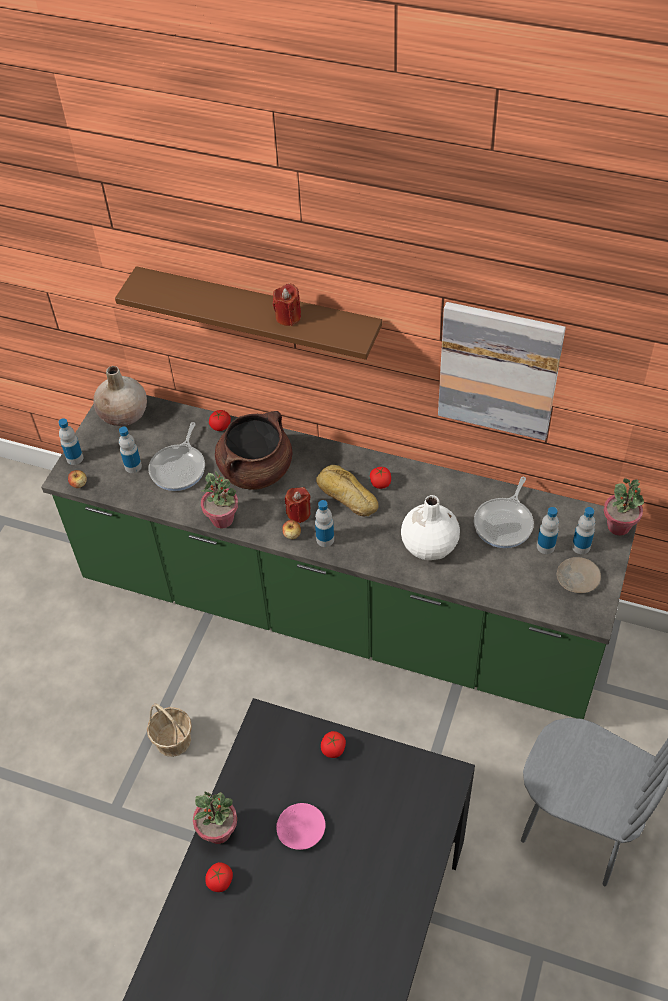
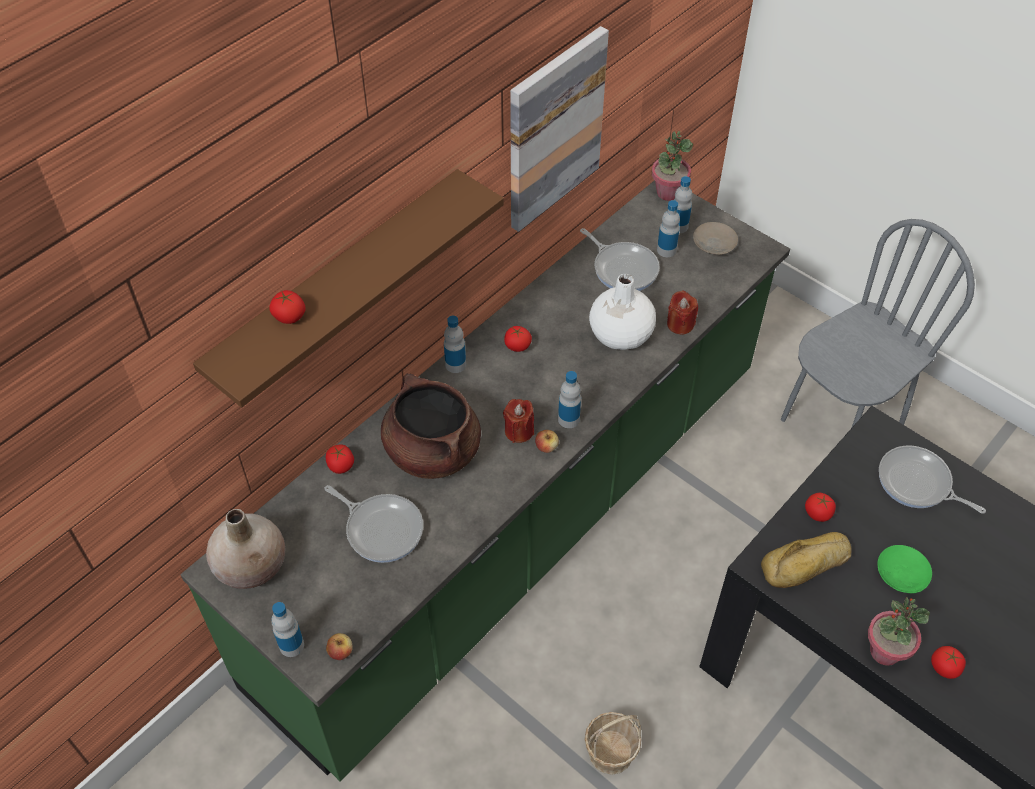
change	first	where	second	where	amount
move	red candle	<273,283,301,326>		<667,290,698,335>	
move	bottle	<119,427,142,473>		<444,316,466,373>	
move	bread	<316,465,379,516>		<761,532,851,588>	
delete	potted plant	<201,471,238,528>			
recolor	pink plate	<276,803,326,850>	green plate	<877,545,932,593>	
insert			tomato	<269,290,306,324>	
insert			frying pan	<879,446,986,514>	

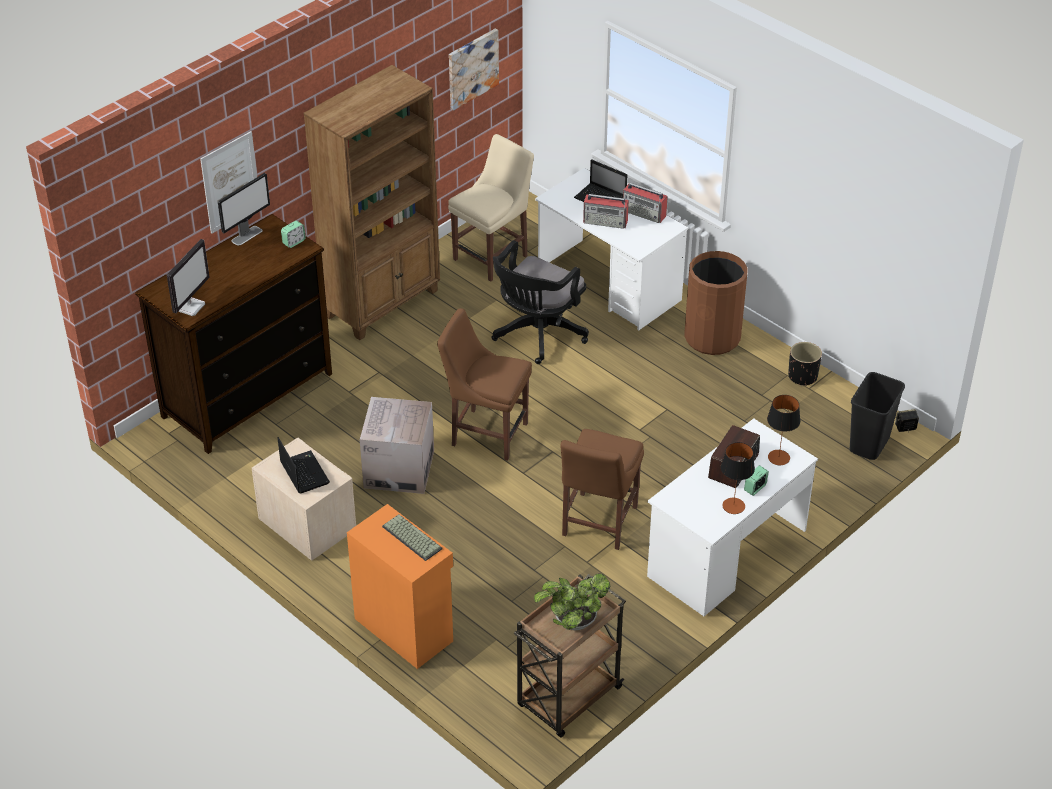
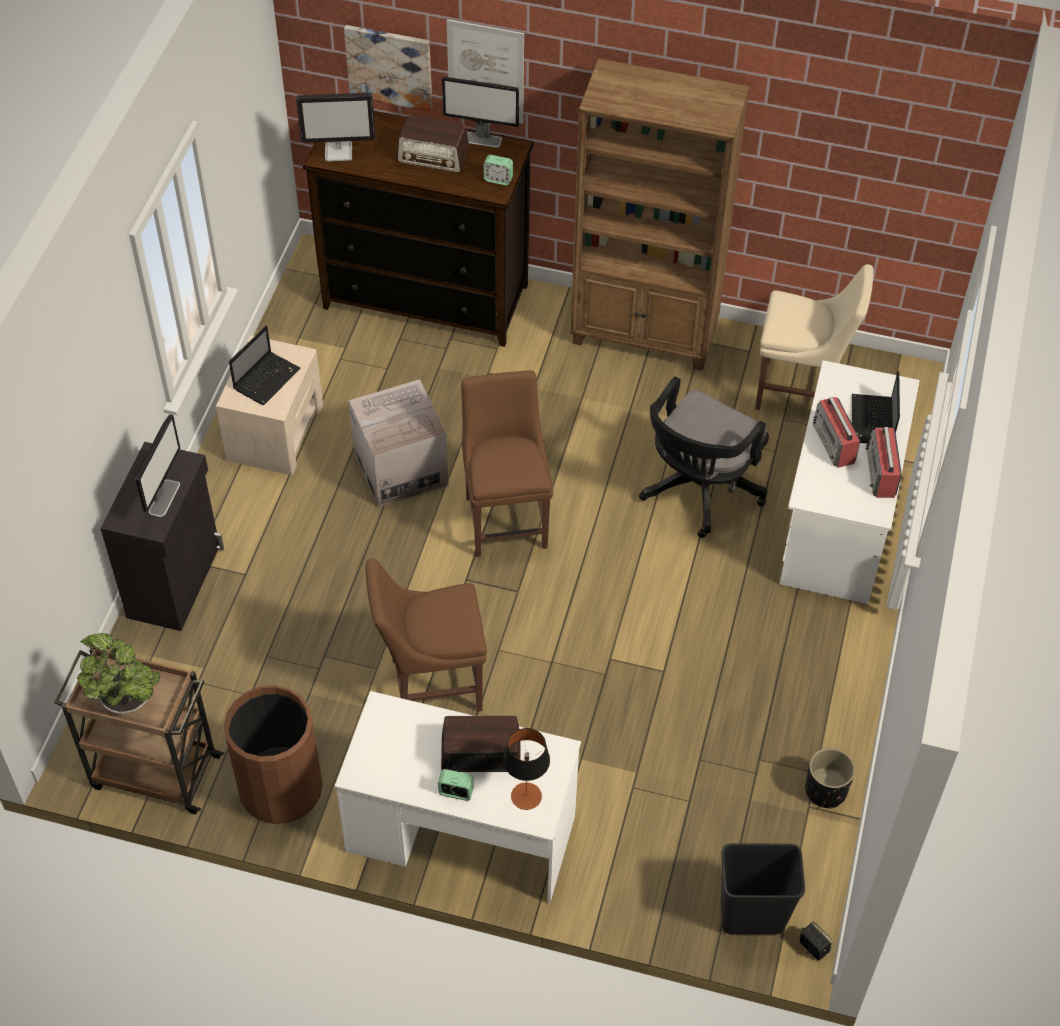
change	first	where	second	where	amount
move	picture	<449,28,499,111>		<344,25,432,112>	
rotate	black office chair	<492,240,589,364>		<639,376,769,538>	60 degrees counterclockwise
move	brown trash can	<684,251,747,355>		<224,686,323,824>	
delete	table lamp	<721,442,755,514>			
recolor	orange cabinet	<347,504,453,669>	black cabinet	<100,442,224,631>	
replace	keyboard	<382,514,442,561>	monitor	<135,414,180,517>	
insert			radio	<397,115,469,173>	

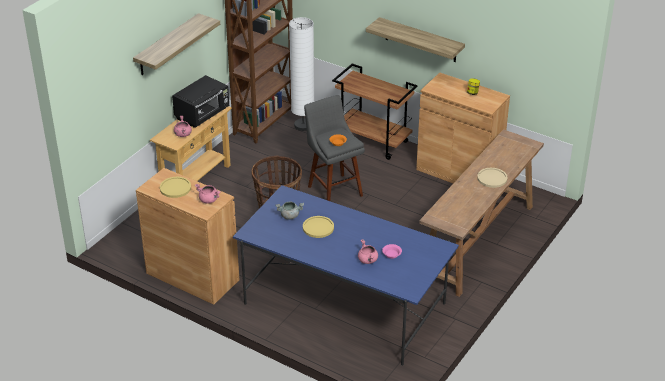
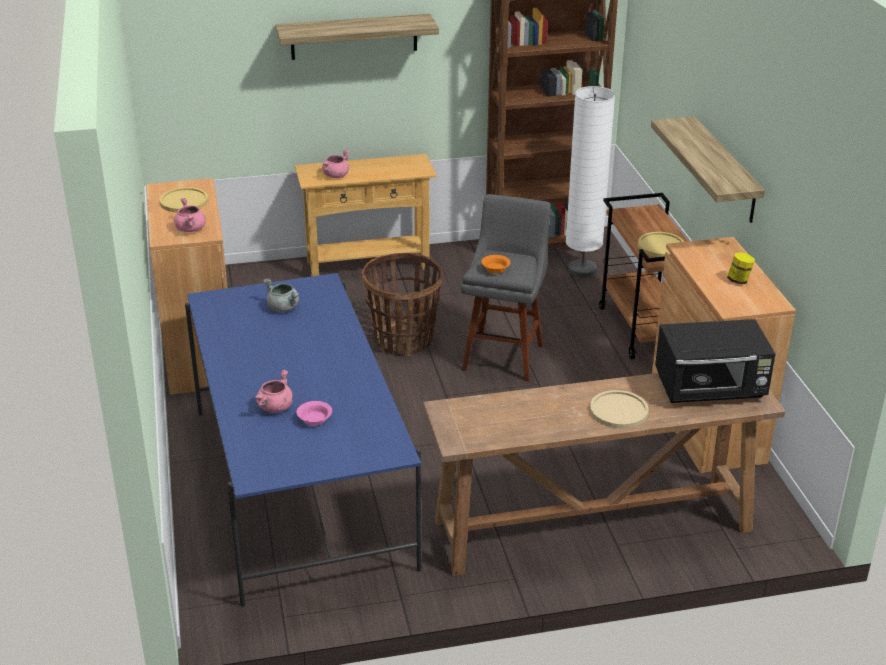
change	first	where	second	where	amount
move	black microwave	<172,75,229,128>		<655,319,775,403>	
move	yellow plate	<303,216,334,238>		<638,232,684,257>	

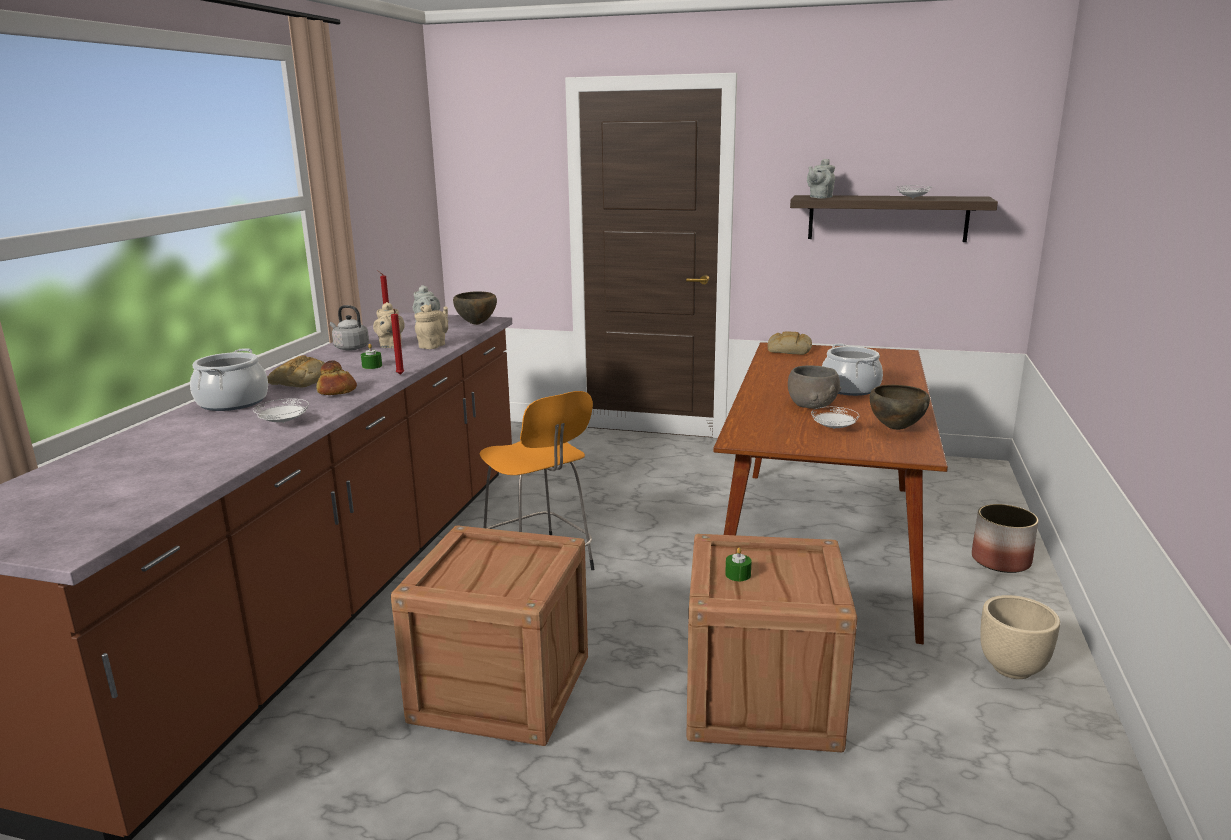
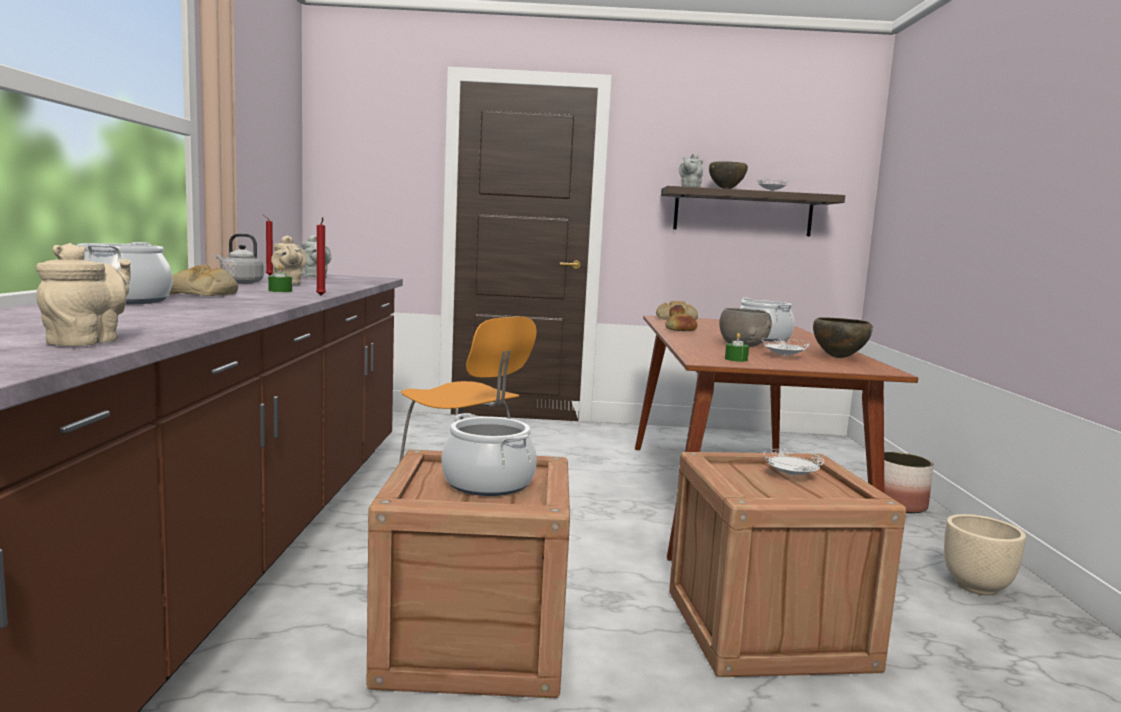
change	first	where	second	where	amount
move	brown bowl	<453,291,497,325>		<709,161,748,189>	
move	beige teapot	<414,304,448,349>		<36,243,131,346>	
move	bread	<316,360,357,395>		<665,305,698,331>	
move	white plate	<253,399,309,423>		<763,449,824,476>	
move	green candle	<725,548,752,581>		<725,333,749,362>	
insert			cooking pot	<441,413,537,496>	

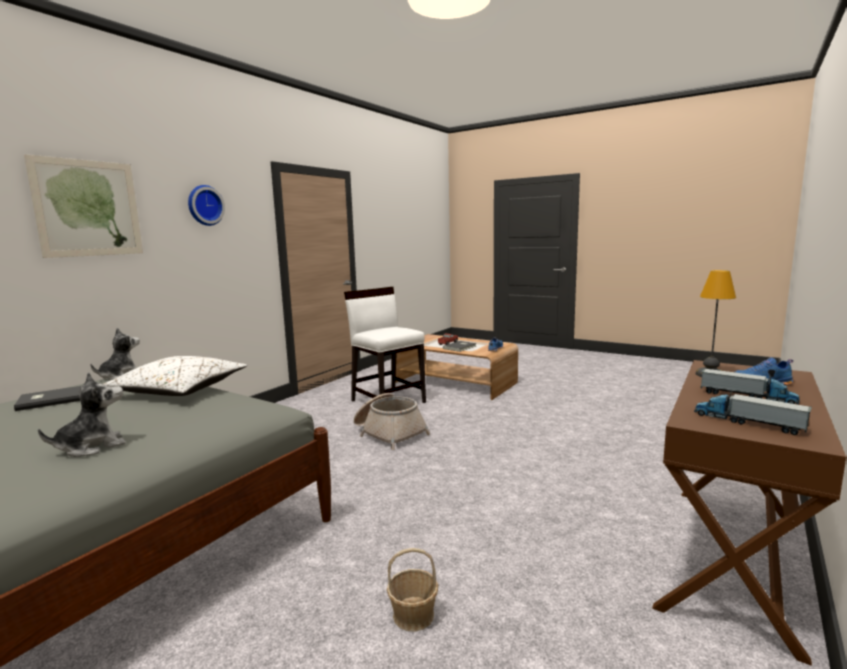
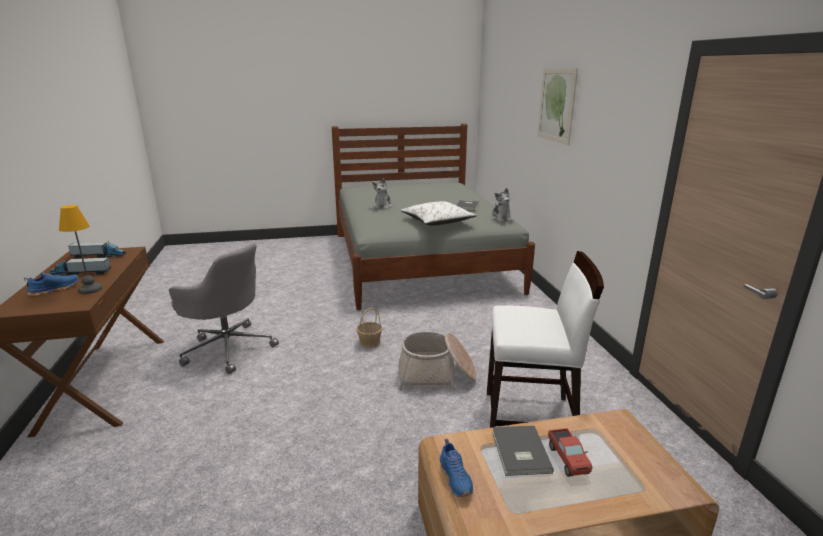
change	first	where	second	where	amount
delete	wall clock	<188,185,225,226>			
move	basket	<387,548,438,632>		<356,308,383,348>	
insert			grey office chair	<169,243,279,374>	

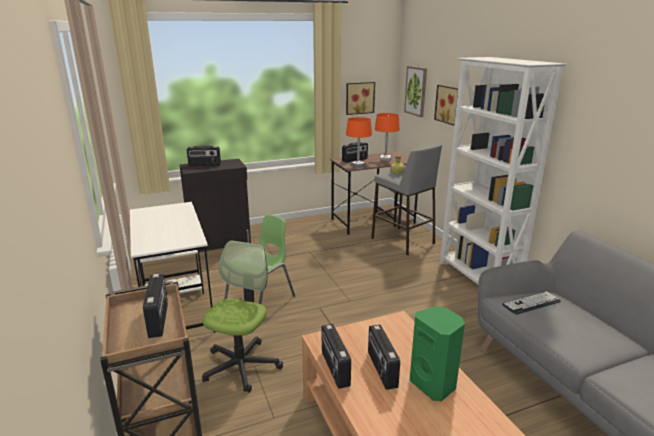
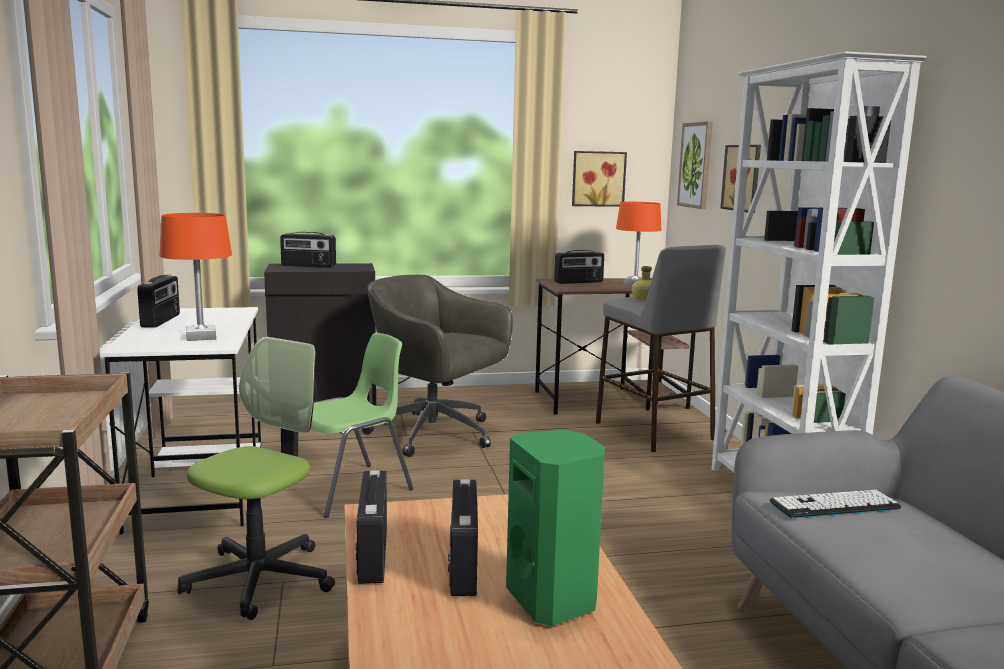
change	first	where	second	where	amount
move	orange table lamp	<346,117,372,168>		<159,213,232,341>	
move	radio	<143,273,168,338>		<137,275,180,328>	
insert			grey office chair	<362,275,513,457>	

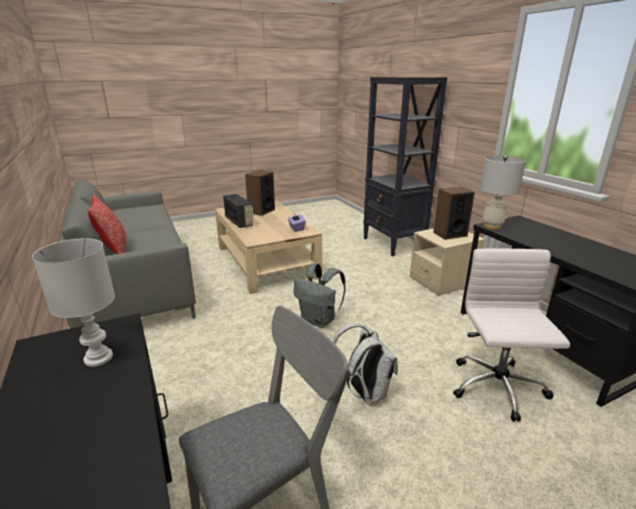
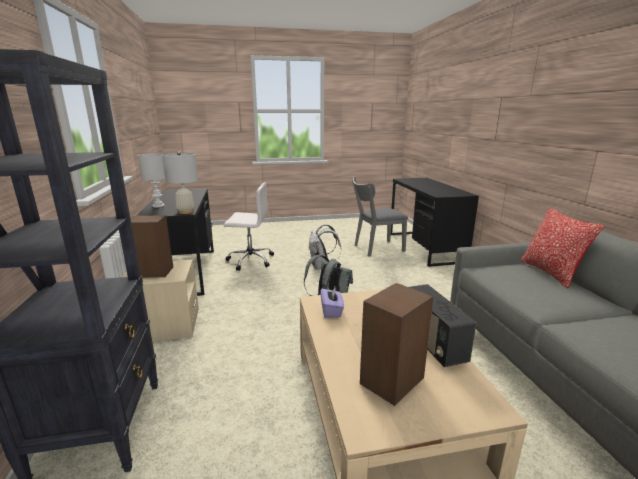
change	first	where	second	where	amount
move	white table lamp	<32,238,115,367>		<138,153,165,207>	
rotate	white office chair	<453,249,570,422>		<224,182,274,271>	105 degrees counterclockwise

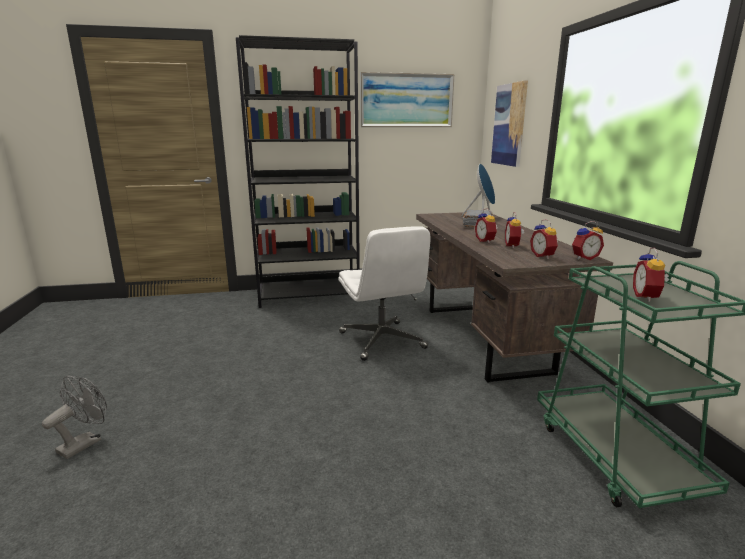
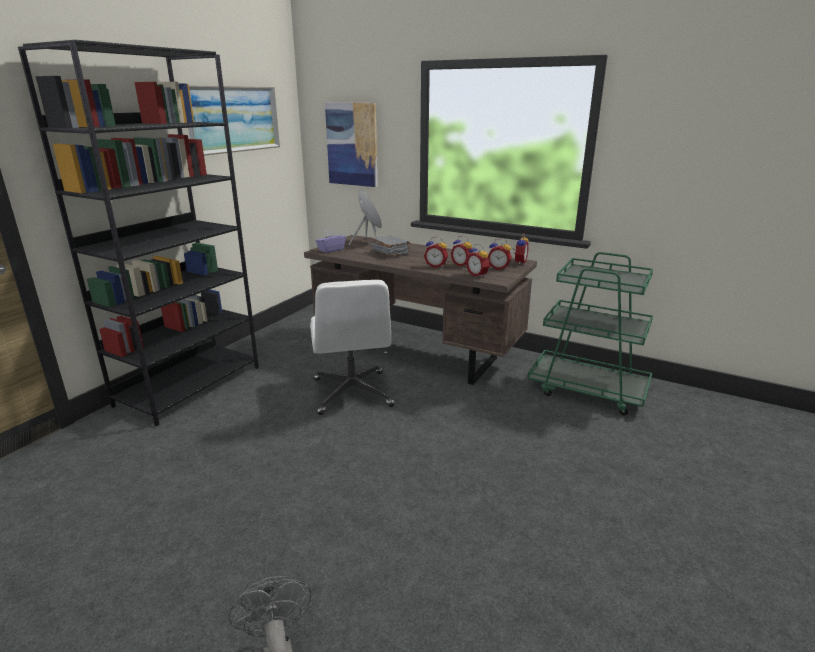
change	first	where	second	where	amount
rotate	white office chair	<338,226,431,361>		<310,280,395,415>	60 degrees clockwise
move	alarm clock	<633,248,669,302>		<466,244,490,277>	
insert			purple tissue box	<316,229,346,253>	

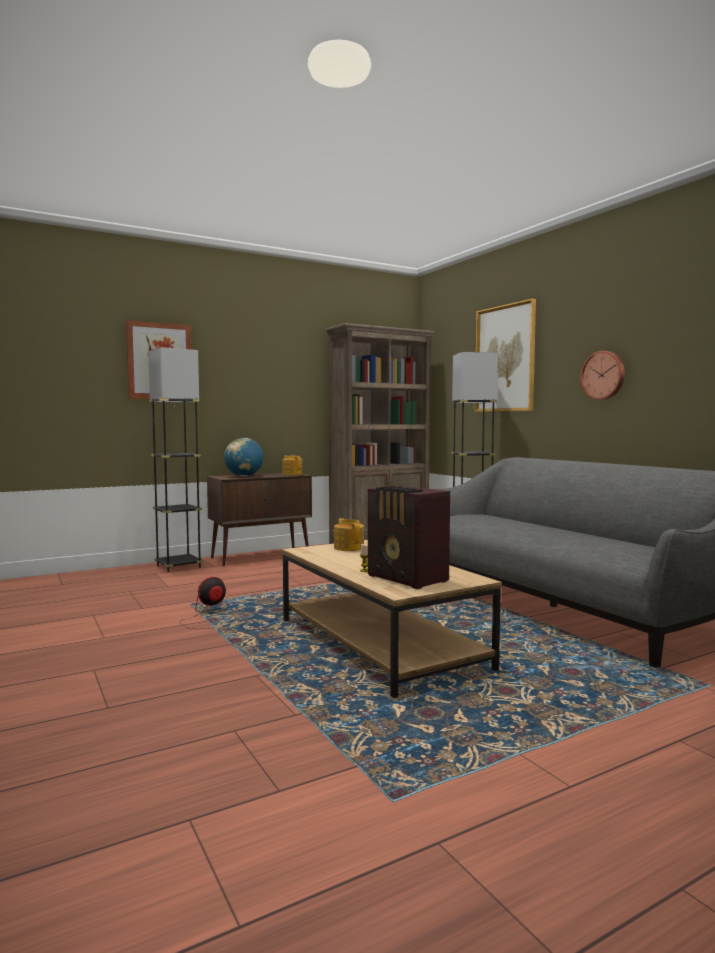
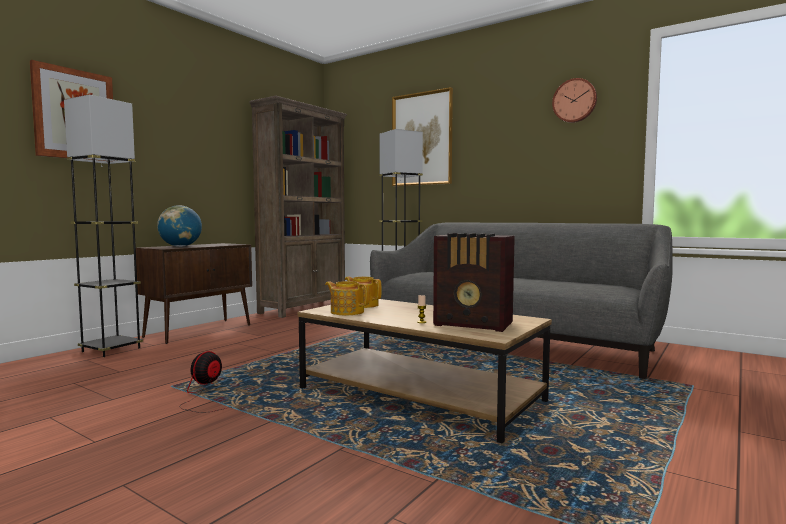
change	first	where	second	where	amount
move	wall clock	<580,351,625,400>		<552,78,597,123>	
move	teapot	<282,456,302,475>		<325,281,369,315>	

